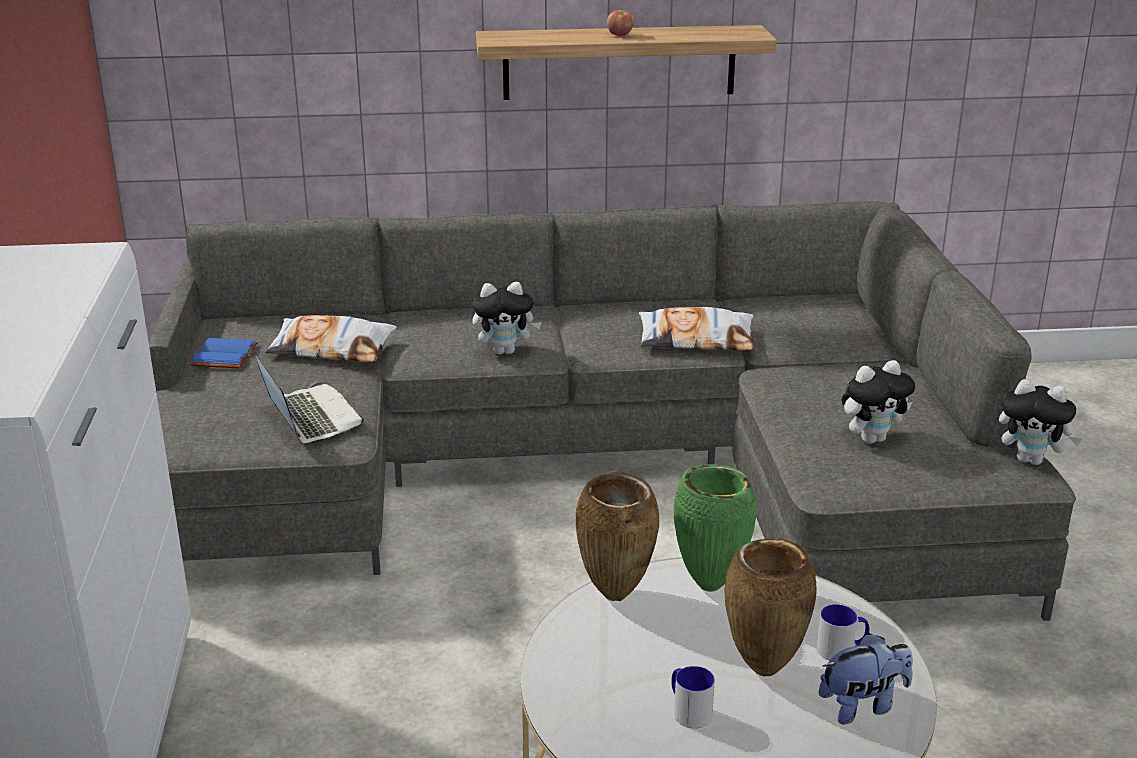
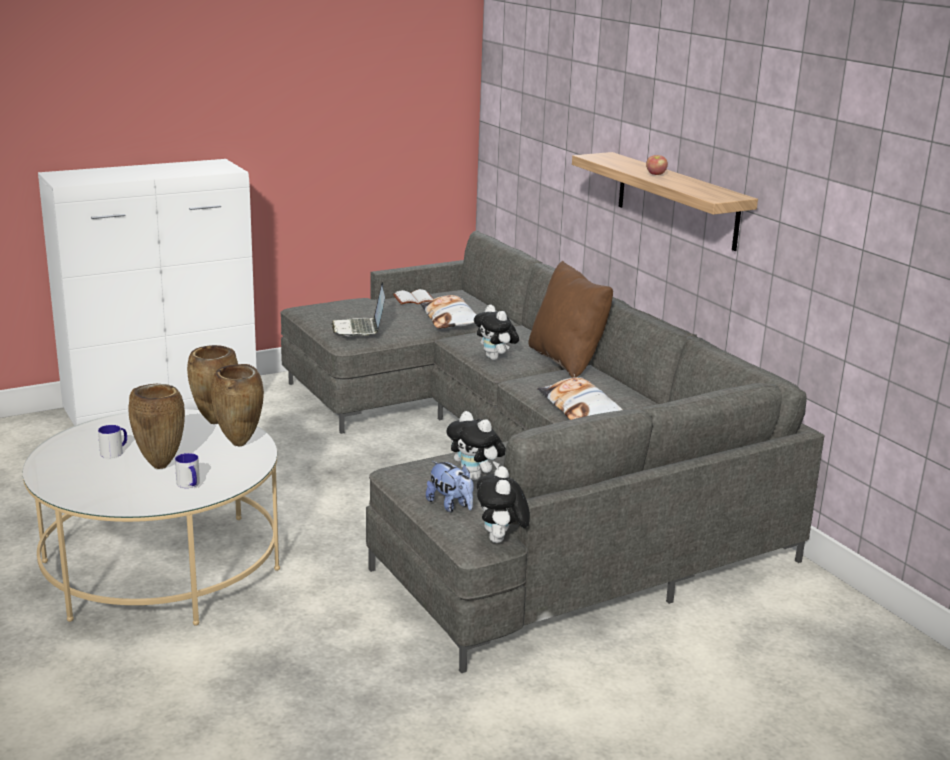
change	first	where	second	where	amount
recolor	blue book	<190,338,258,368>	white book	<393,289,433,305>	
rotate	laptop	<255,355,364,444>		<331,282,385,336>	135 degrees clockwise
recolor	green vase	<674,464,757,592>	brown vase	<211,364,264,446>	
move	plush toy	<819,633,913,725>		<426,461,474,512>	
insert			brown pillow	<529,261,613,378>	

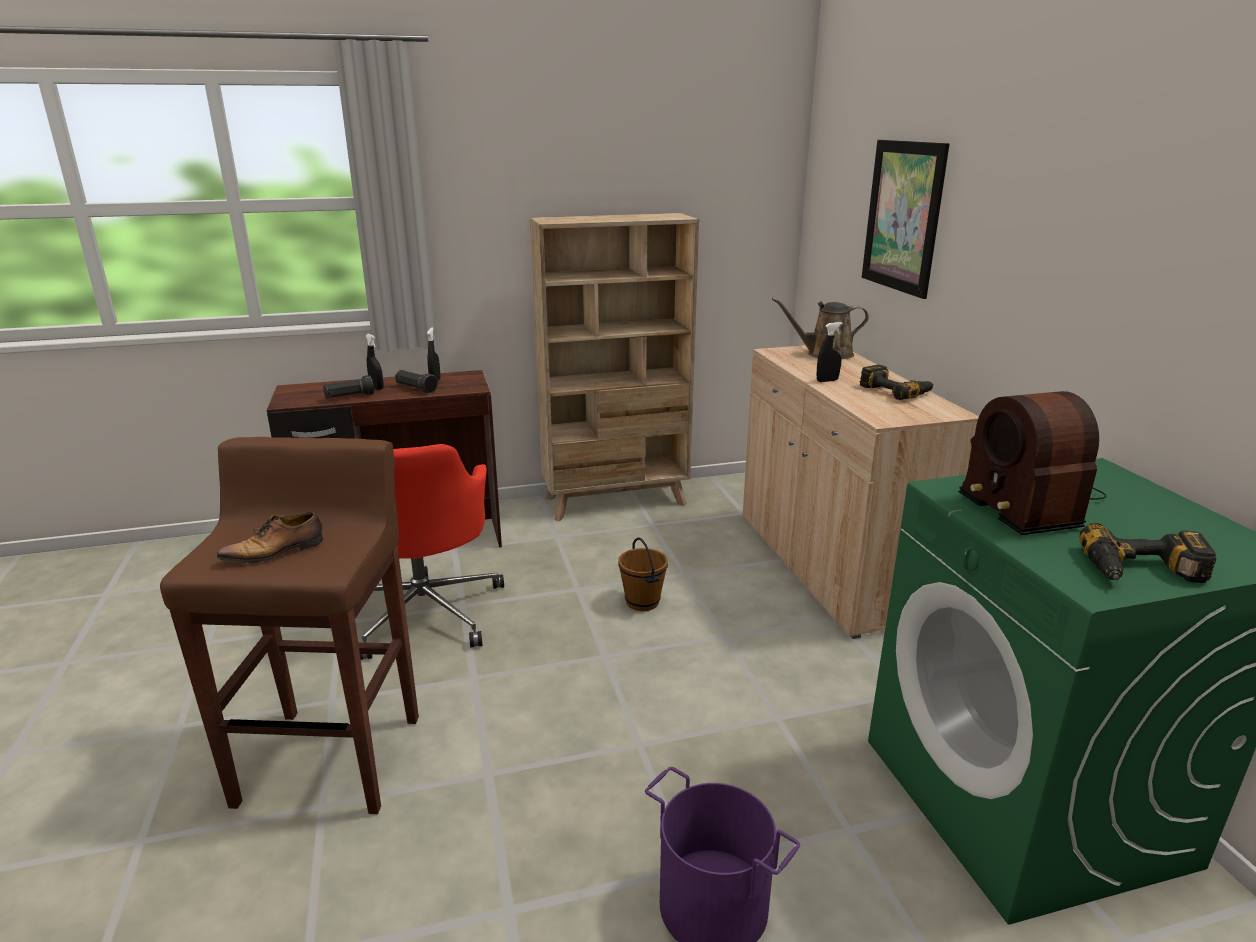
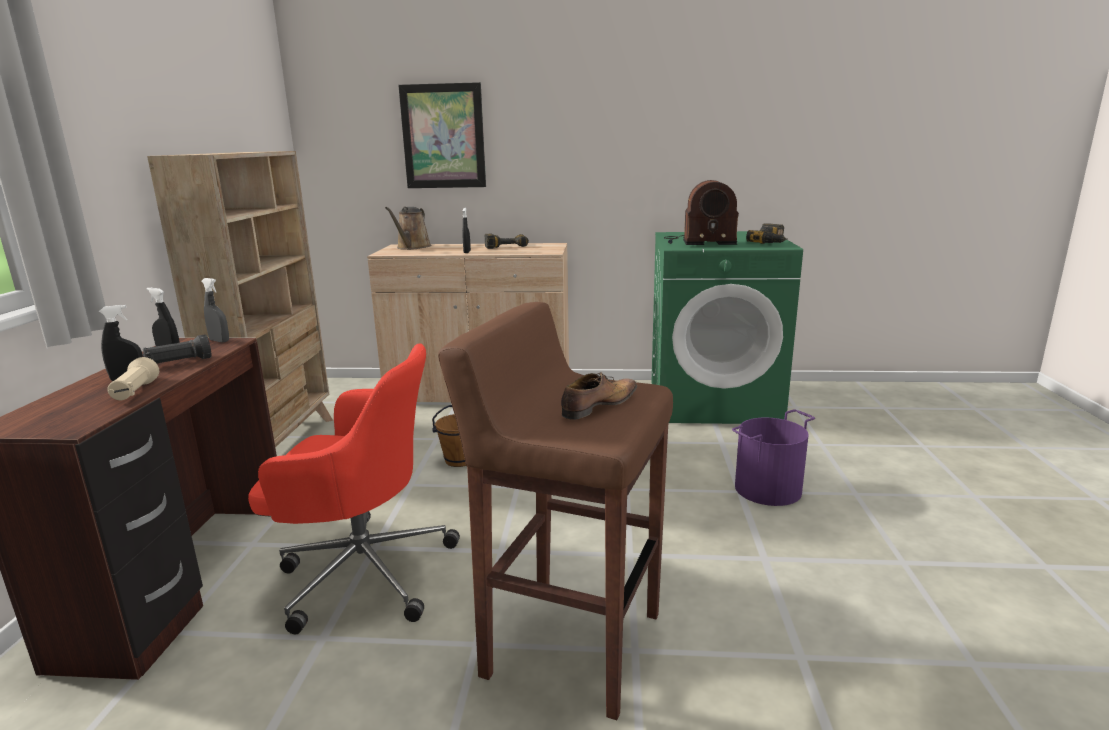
change	first	where	second	where	amount
recolor	black flashlight	<323,375,374,399>	beige flashlight	<107,357,159,400>	
rotate	shoe	<216,512,323,563>		<561,372,637,420>	120 degrees counterclockwise
insert			grey spray bottle	<202,278,229,343>	

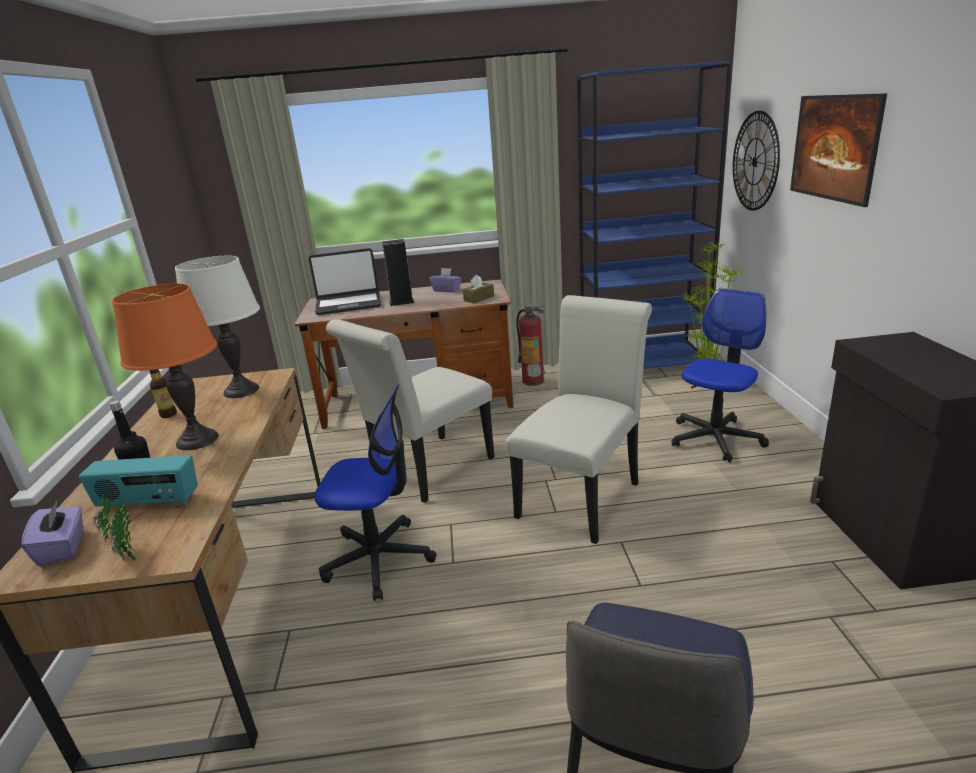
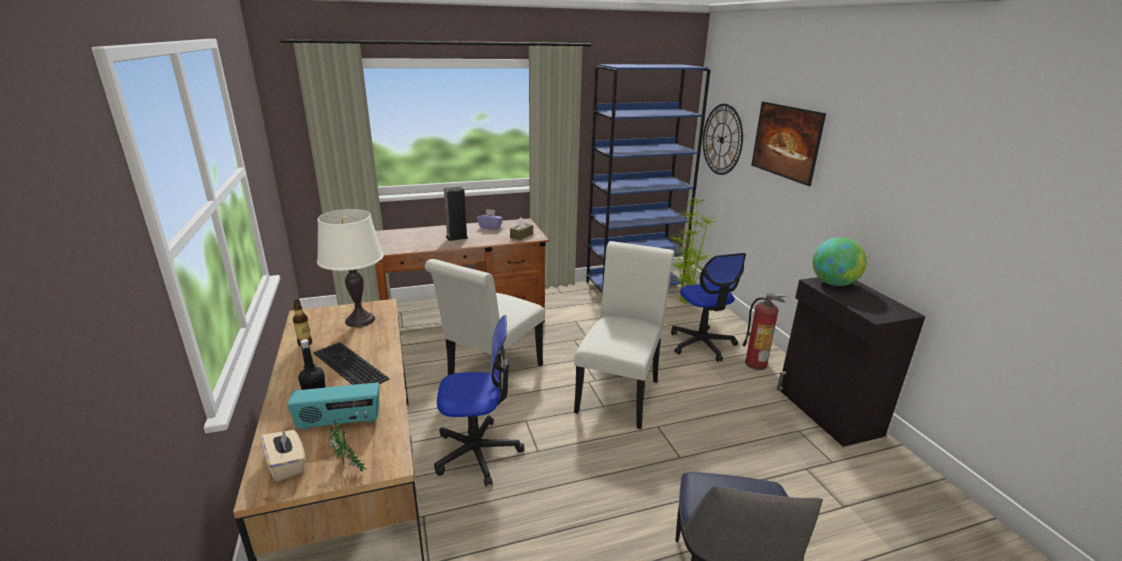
change	first	where	second	where	amount
delete	laptop	<309,248,381,315>			
replace	orange table lamp	<112,283,219,450>	keyboard	<313,342,389,385>	
rotate	office chair	<672,289,769,462>		<671,253,746,362>	135 degrees clockwise
move	fire extinguisher	<516,304,544,386>		<742,294,787,370>	
recolor	purple tissue box	<21,501,83,567>	beige tissue box	<261,428,305,482>	
insert			globe	<812,237,867,286>	

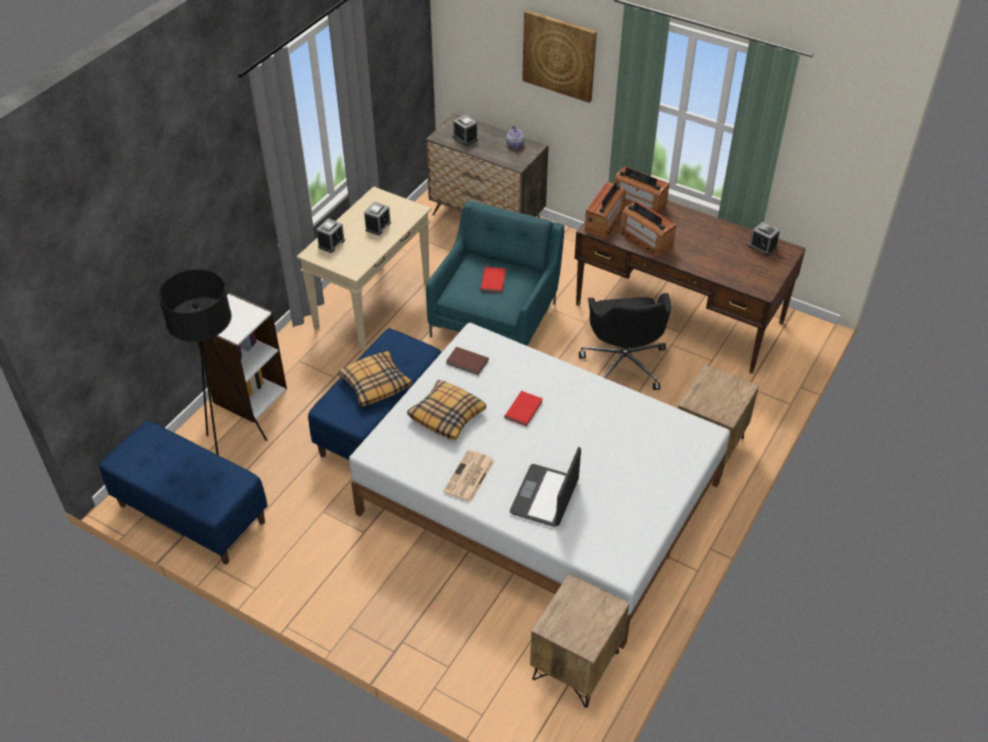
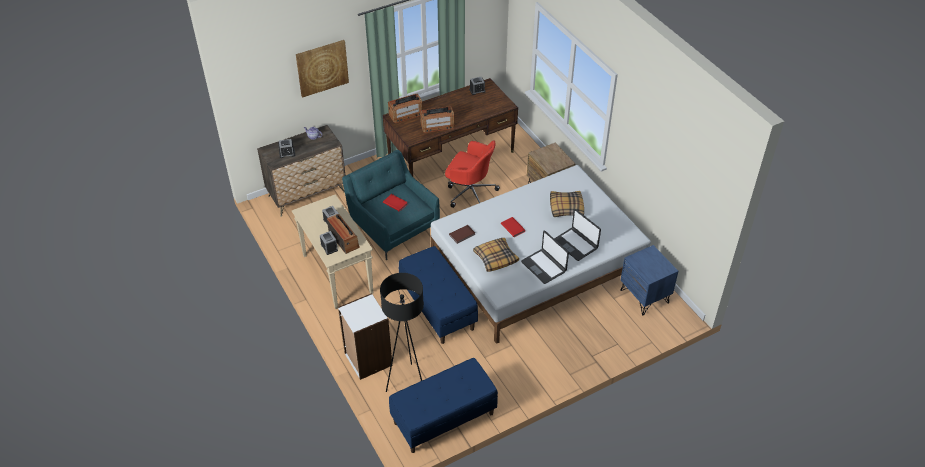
change	first	where	second	where	amount
move	radio	<584,182,626,239>		<327,214,360,254>	
recolor	black office chair	<579,293,671,390>	red office chair	<445,140,500,208>	
move	pillow	<338,351,412,406>		<550,191,584,217>	
replace	newspaper	<443,450,495,502>	laptop	<521,230,569,284>	
recolor	brown nightstand	<530,574,630,708>	blue nightstand	<621,245,678,315>	

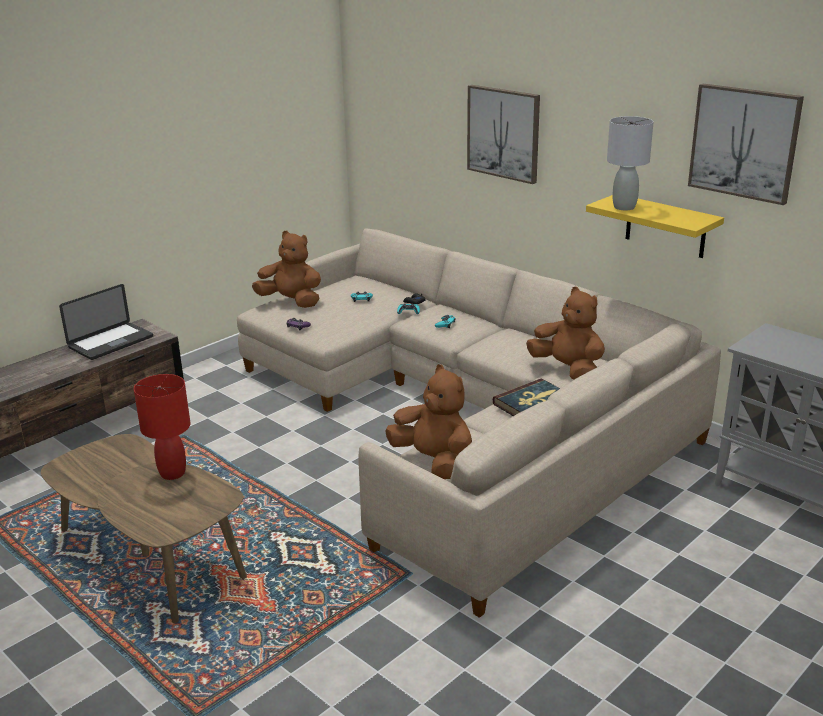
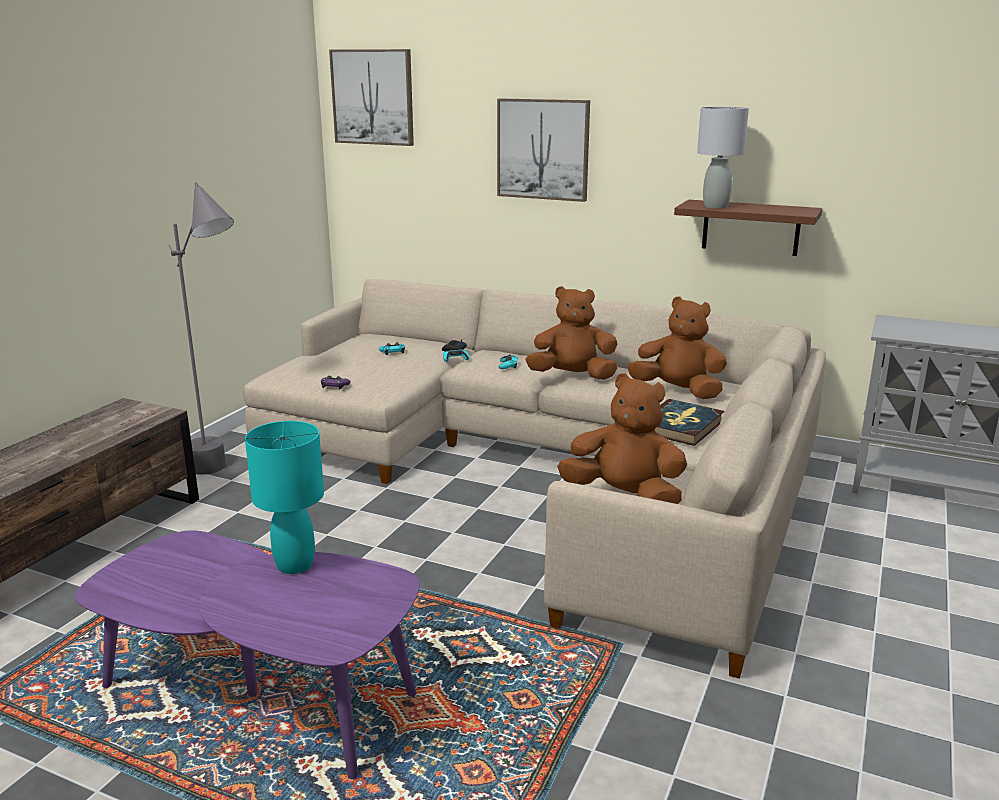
change	first	where	second	where	amount
move	picture	<688,84,804,205>		<329,49,414,146>	
recolor	yellow shelf	<586,195,724,258>	brown shelf	<674,200,822,256>	
move	brown plush toy	<252,231,321,308>		<525,286,617,380>	
delete	laptop	<59,284,153,360>			
recolor	red table lamp	<134,374,191,480>	turquoise table lamp	<245,421,324,574>	
recolor	brown coffee table	<41,434,247,623>	purple coffee table	<75,530,419,779>	
insert			grey floor lamp	<169,182,234,475>	

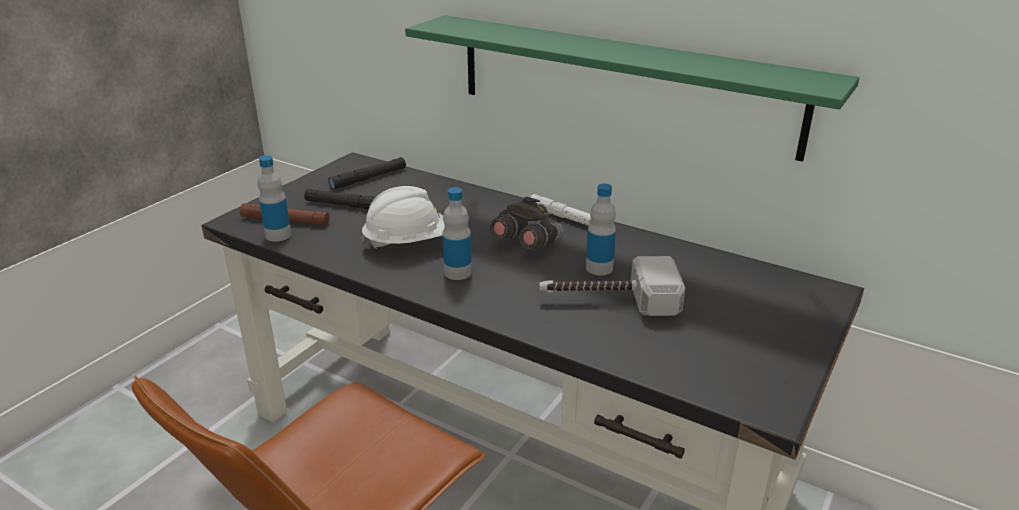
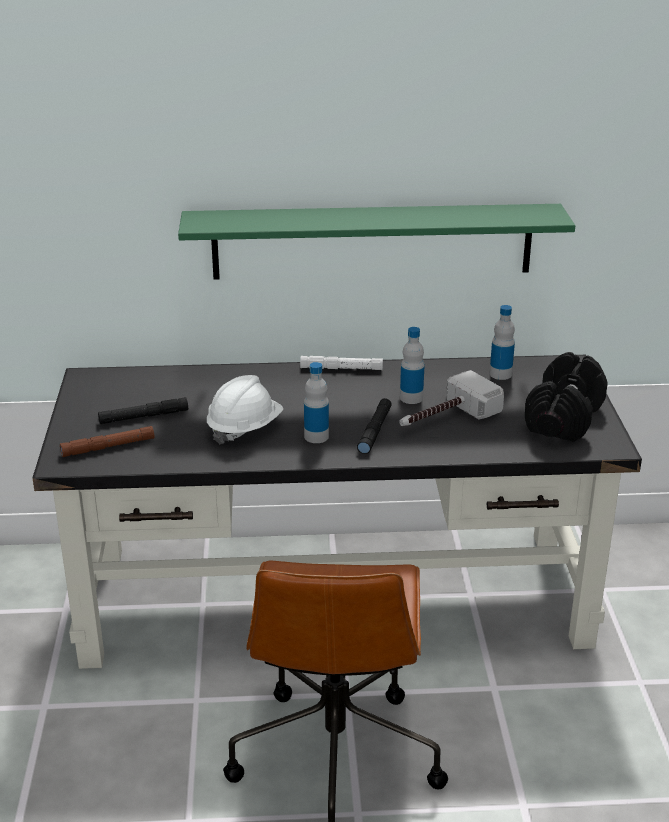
change	first	where	second	where	amount
move	bottle	<258,155,291,242>		<490,305,515,380>	
move	black flashlight	<329,157,406,190>		<357,398,392,454>	
delete	grey binoculars	<490,197,564,250>			
insert			black dumbbell	<525,352,608,442>	

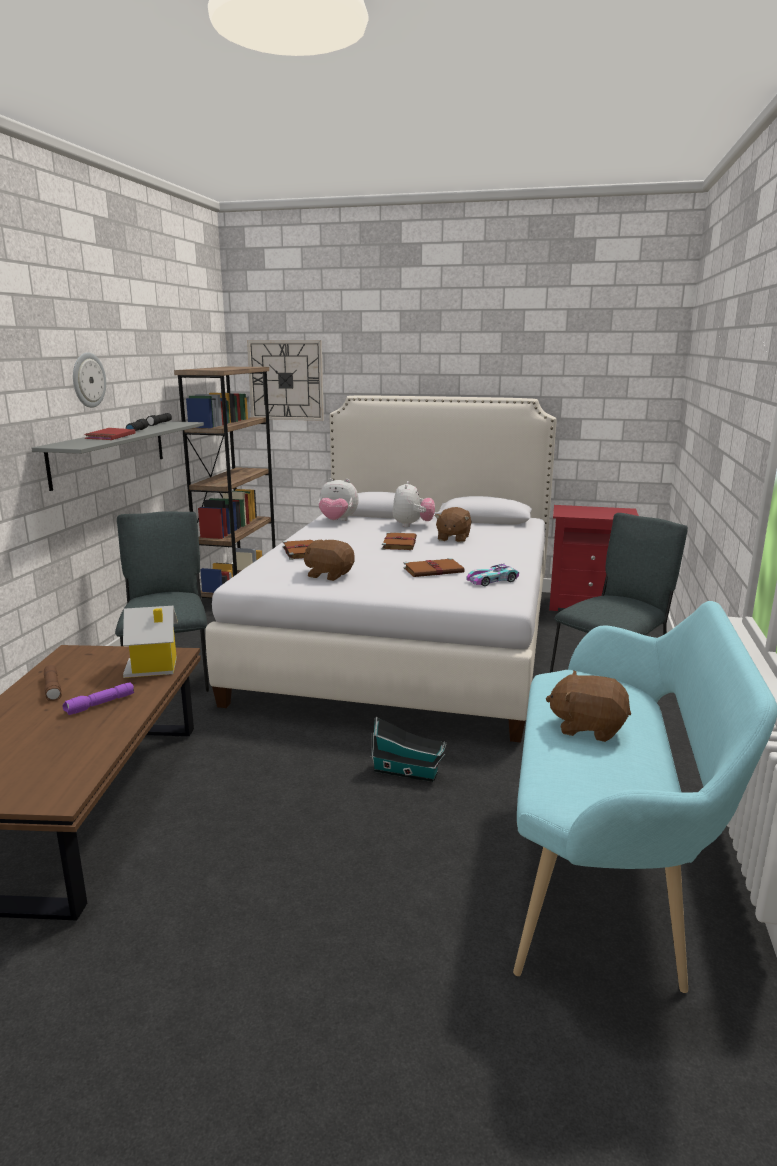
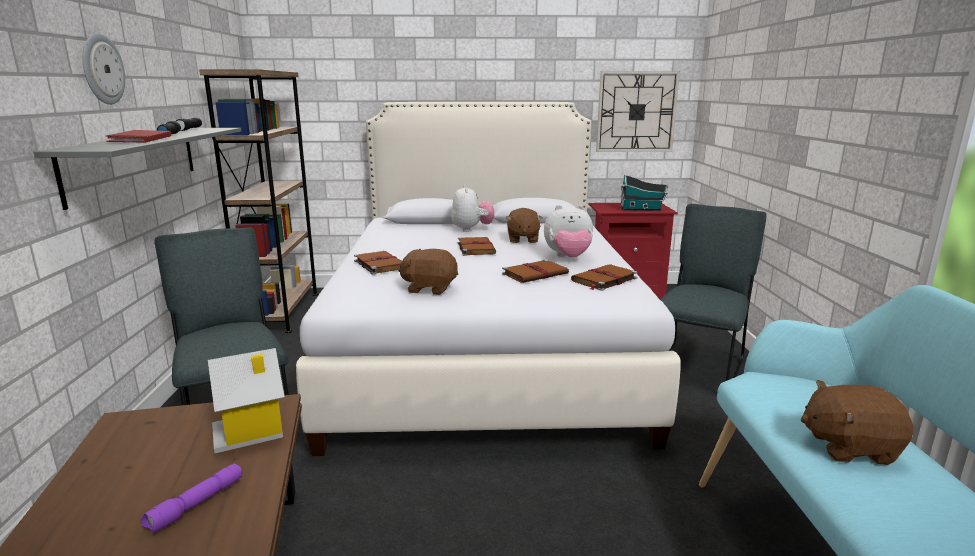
change	first	where	second	where	amount
move	wall clock	<247,340,324,421>		<596,71,680,152>	
move	plush toy	<318,478,359,521>		<544,205,593,257>	
replace	toy car	<466,564,519,586>	brown book	<571,264,638,291>	
delete	brown flashlight	<44,665,61,701>			
move	toy house	<371,717,446,782>		<621,175,668,211>	

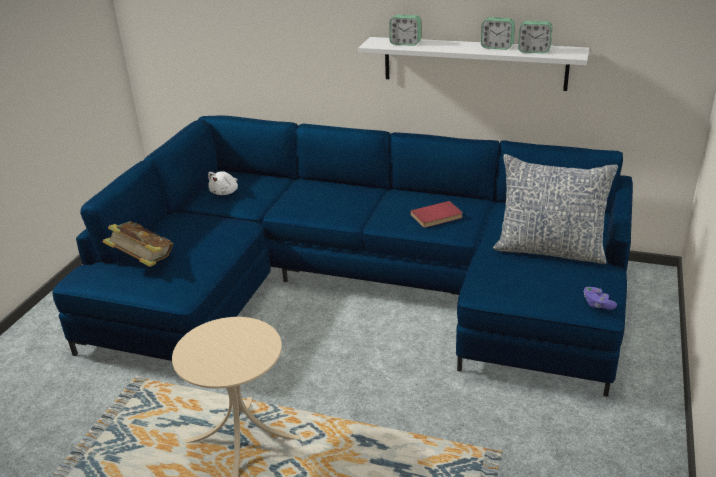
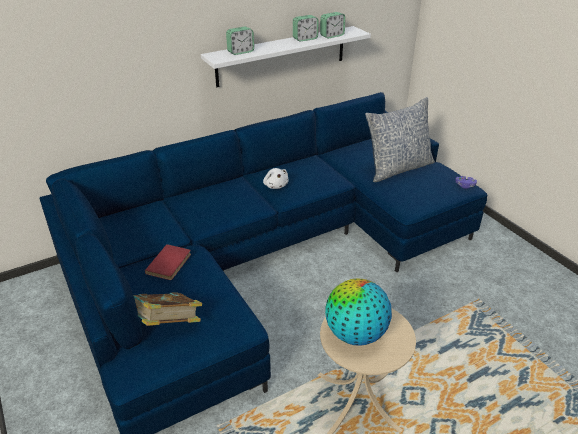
change	first	where	second	where	amount
move	white plush toy	<208,171,238,195>		<263,168,289,189>	
move	red book	<410,201,463,228>		<145,244,191,280>	
insert			globe	<325,278,392,346>	

